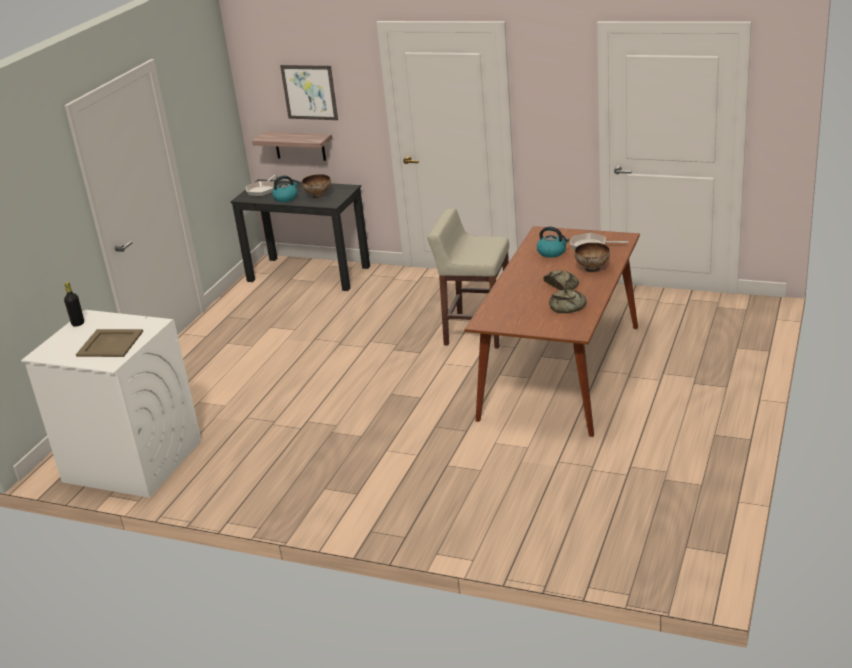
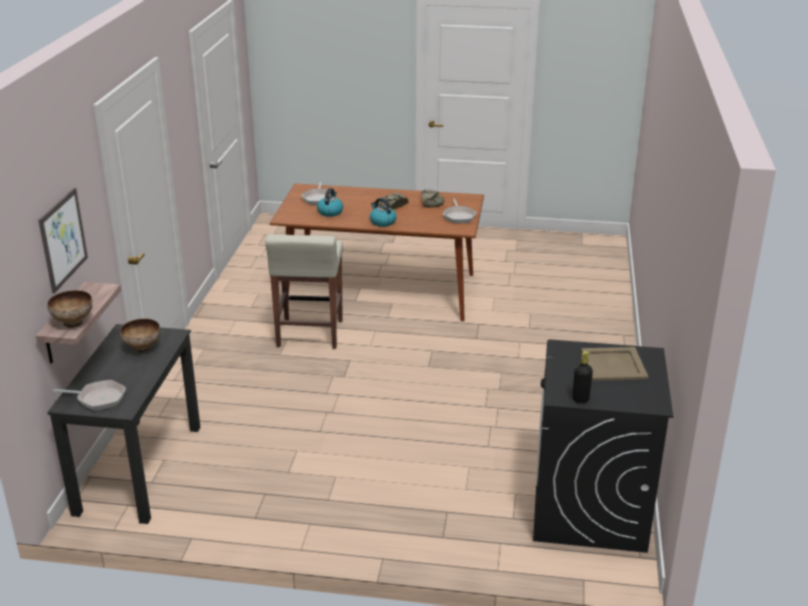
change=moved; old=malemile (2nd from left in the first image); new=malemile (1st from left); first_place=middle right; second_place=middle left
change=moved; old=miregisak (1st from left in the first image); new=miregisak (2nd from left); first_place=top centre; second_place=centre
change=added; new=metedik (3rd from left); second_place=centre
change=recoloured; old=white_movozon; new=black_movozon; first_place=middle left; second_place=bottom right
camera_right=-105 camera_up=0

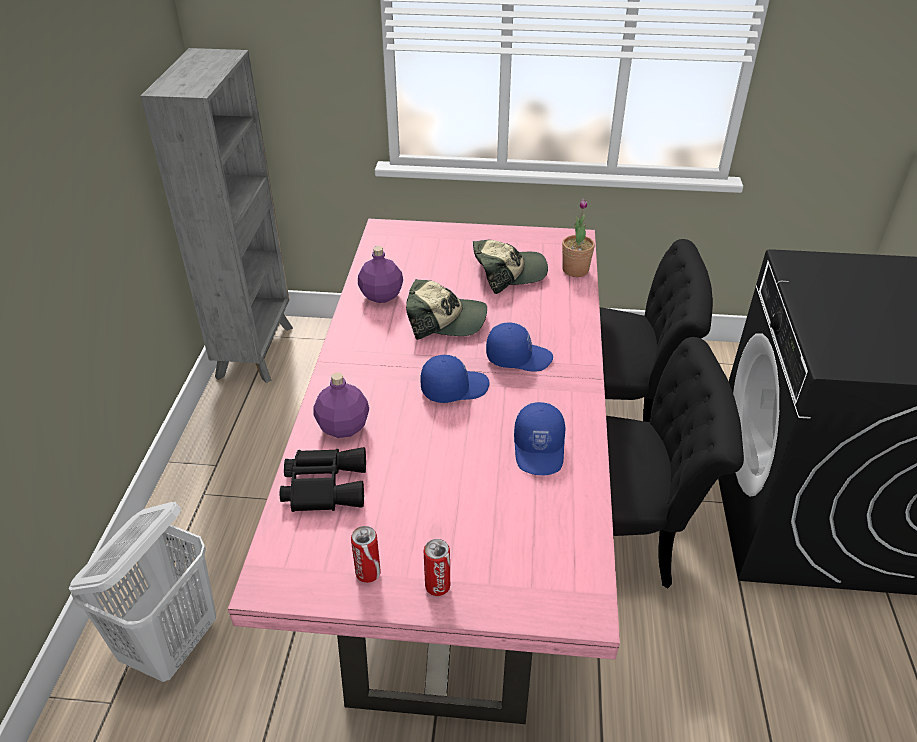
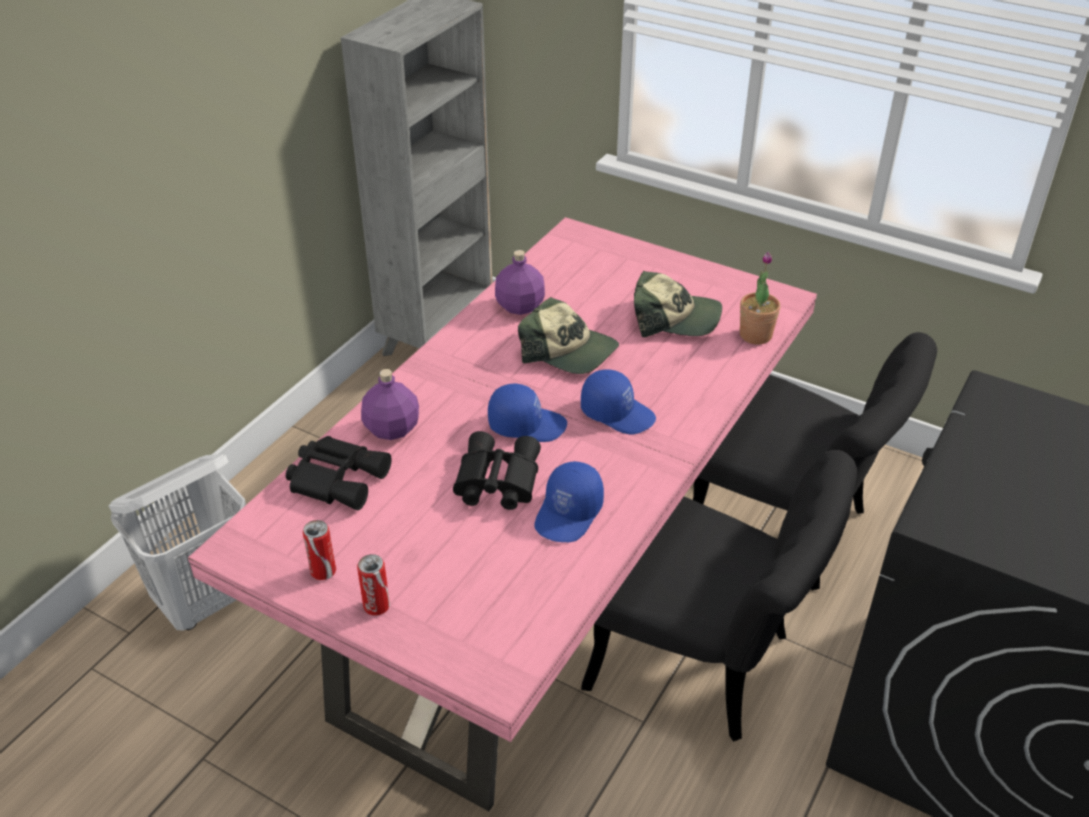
change=added; new=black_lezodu (2nd from left); second_place=centre
camera_right=25 camera_up=0

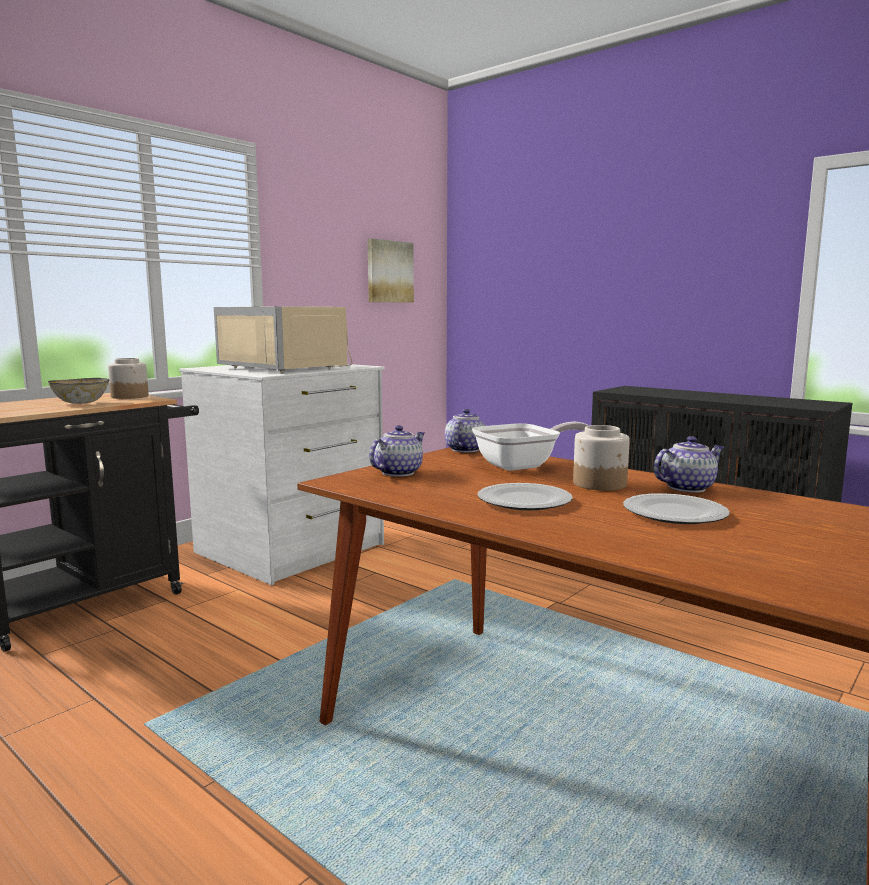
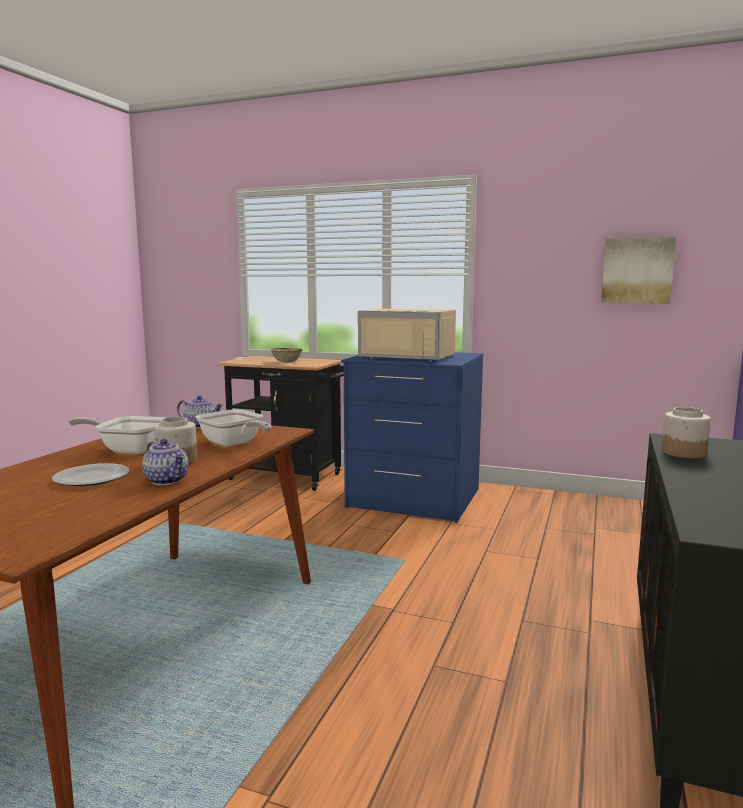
change=replaced; old=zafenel (1st from left); new=metedik (1st from left); first_place=centre; second_place=middle left
change=recoloured; old=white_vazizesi; new=blue_vazizesi; first_place=middle left; second_place=centre
change=turned; old=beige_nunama; first_place=middle left; second_place=centre; degrees=-90
change=moved; old=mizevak (1st from left in the first image); new=mizevak (2nd from left); first_place=middle left; second_place=middle right
change=removed; old=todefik (2nd from left); first_place=centre
camera_right=70 camera_up=0

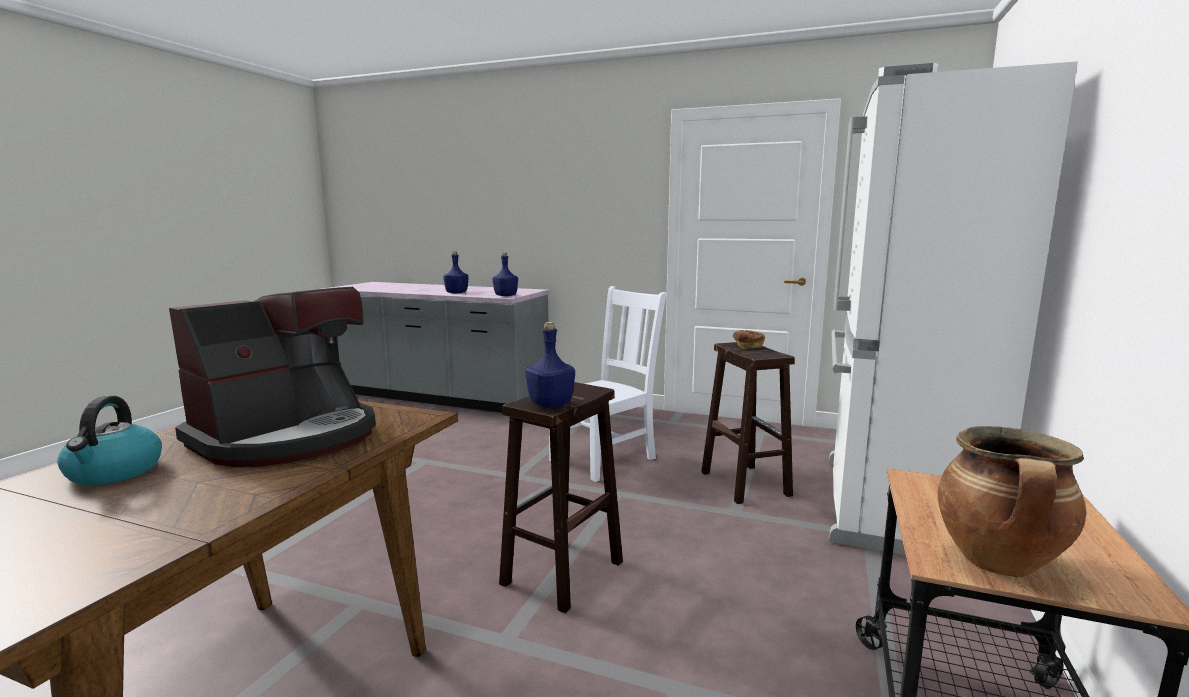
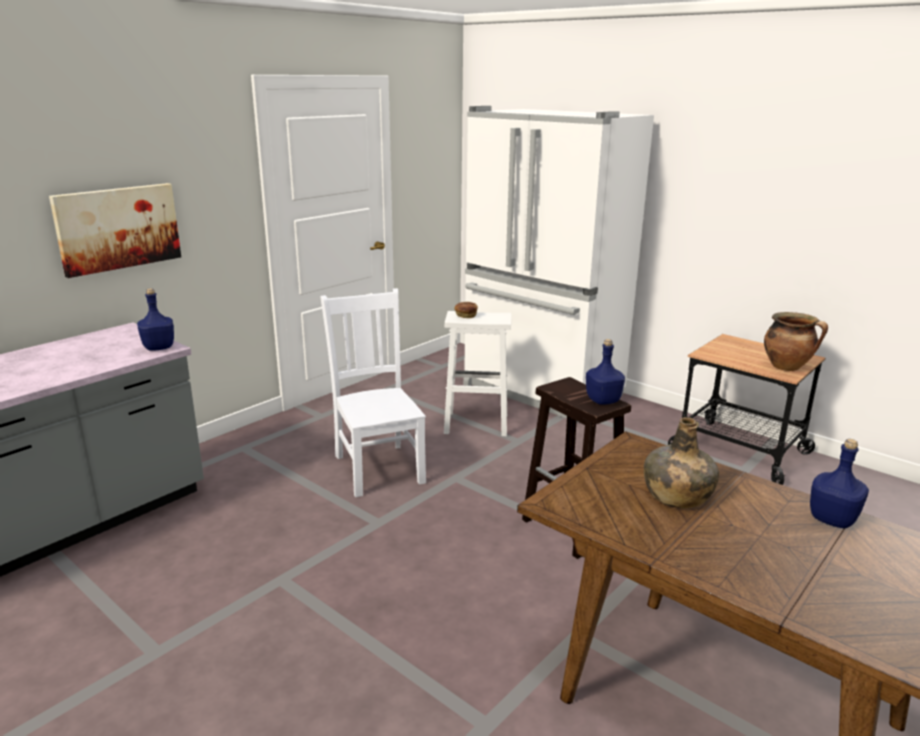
change=added; new=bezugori; second_place=top left
change=recoloured; old=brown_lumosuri (2nd from left); new=white_lumosuri; first_place=centre; second_place=centre
change=replaced; old=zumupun; new=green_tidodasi; first_place=middle left; second_place=middle right
change=moved; old=blue_tidodasi (1st from left in the first image); new=blue_tidodasi (3rd from left); first_place=centre; second_place=middle right
change=removed; old=miregisak; first_place=middle left
camera_right=-70 camera_up=10

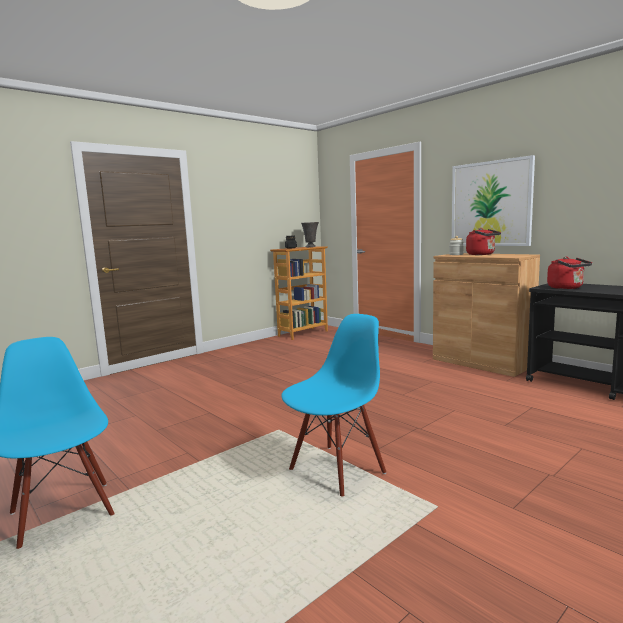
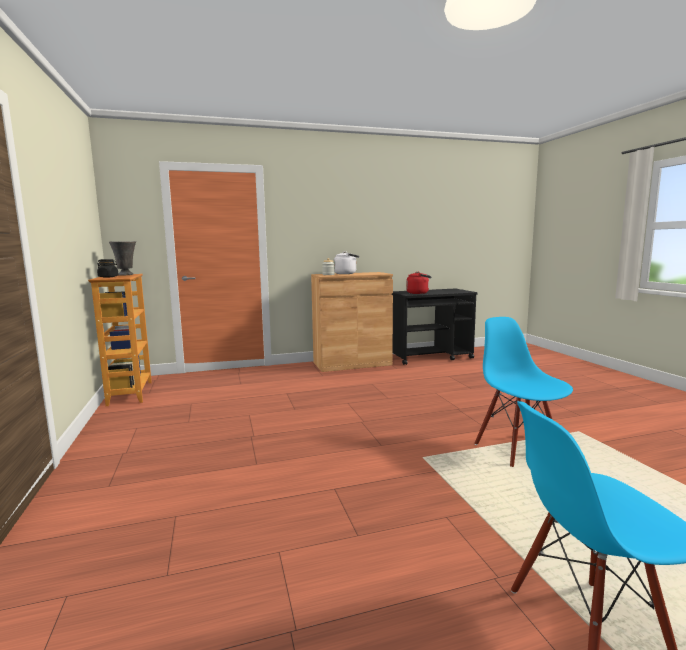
change=recoloured; old=red_miregisak (1st from left); new=white_miregisak; first_place=middle right; second_place=centre
change=removed; old=bezugori; first_place=top right
camera_right=-65 camera_up=0

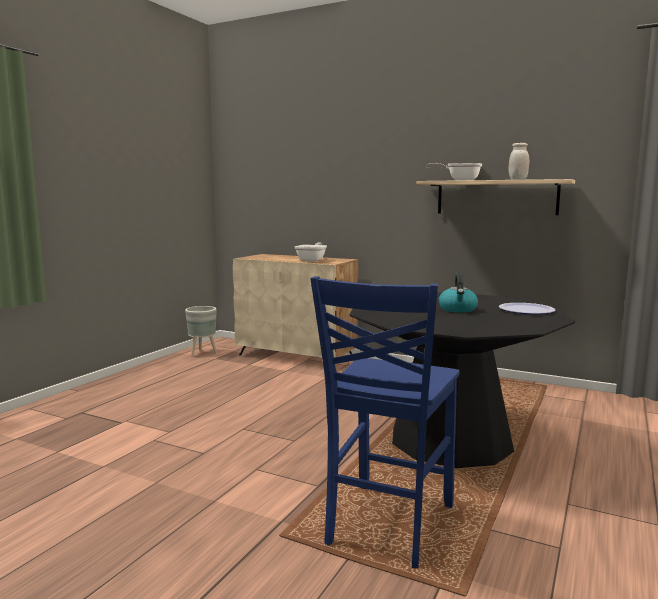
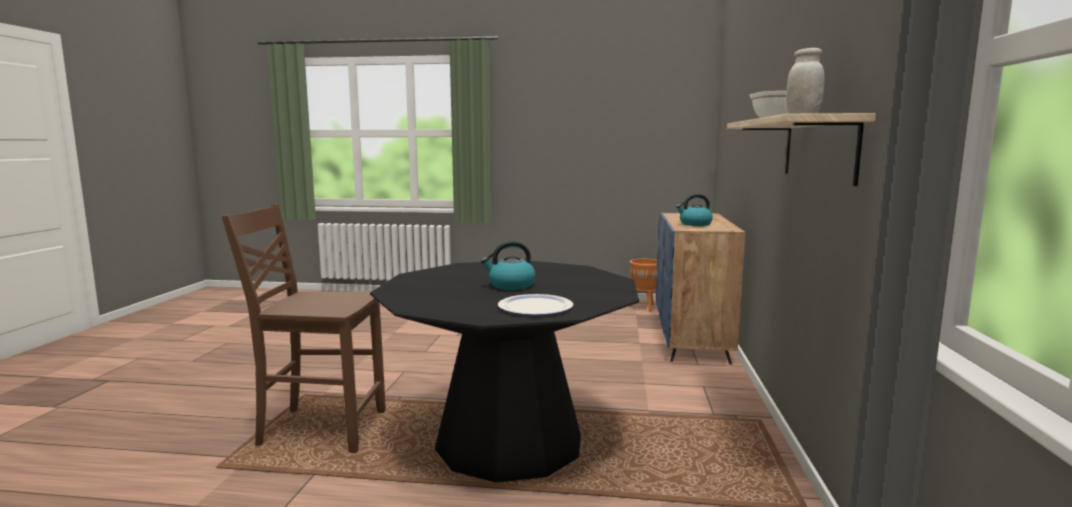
change=recoloured; old=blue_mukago; new=brown_mukago; first_place=bottom centre; second_place=middle left
change=recoloured; old=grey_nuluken; new=orange_nuluken; first_place=middle left; second_place=centre
change=recoloured; old=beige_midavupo; new=blue_midavupo; first_place=centre; second_place=centre
change=replaced; old=metedik (1st from left); new=miregisak (2nd from left); first_place=centre; second_place=centre
camera_right=70 camera_up=0

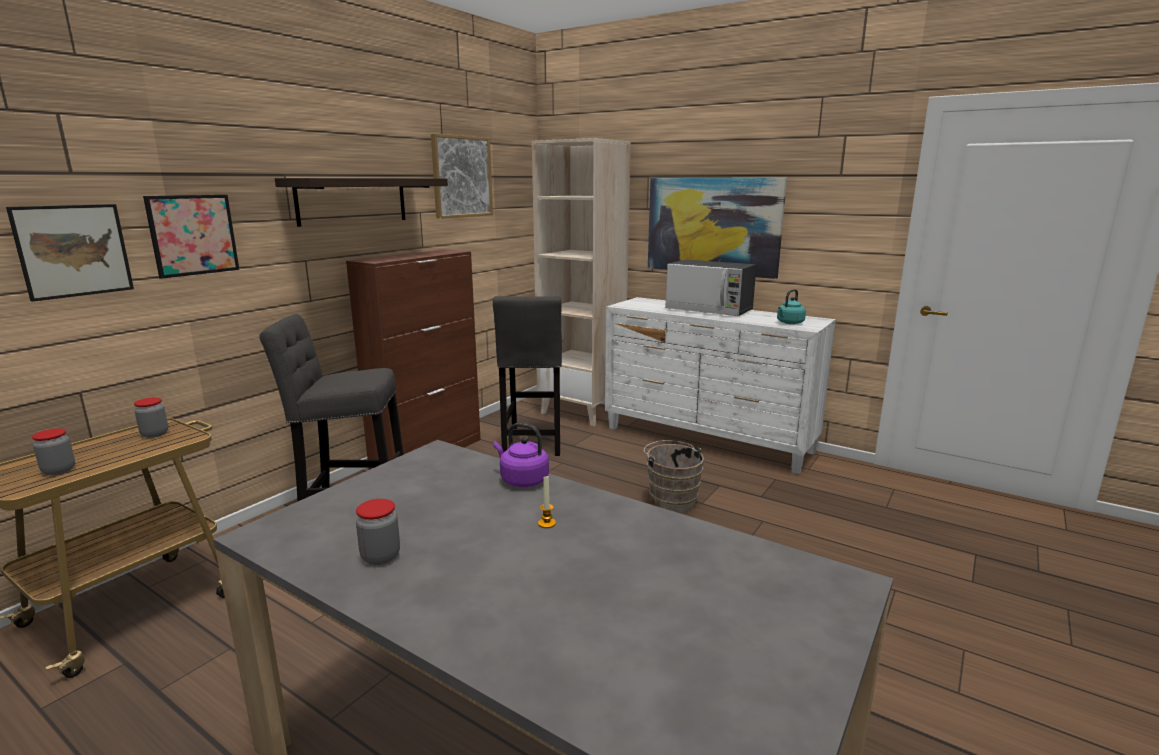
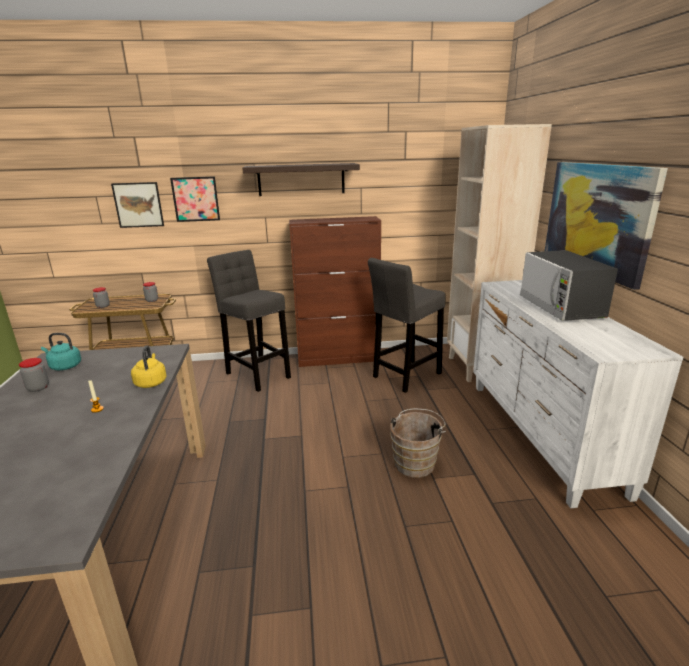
change=moved; old=turquoise_miregisak; first_place=middle right; second_place=middle left
change=recoloured; old=purple_miregisak; new=yellow_miregisak; first_place=centre; second_place=middle left
change=removed; old=bezugori (3rd from left); first_place=top centre
camera_right=50 camera_up=5

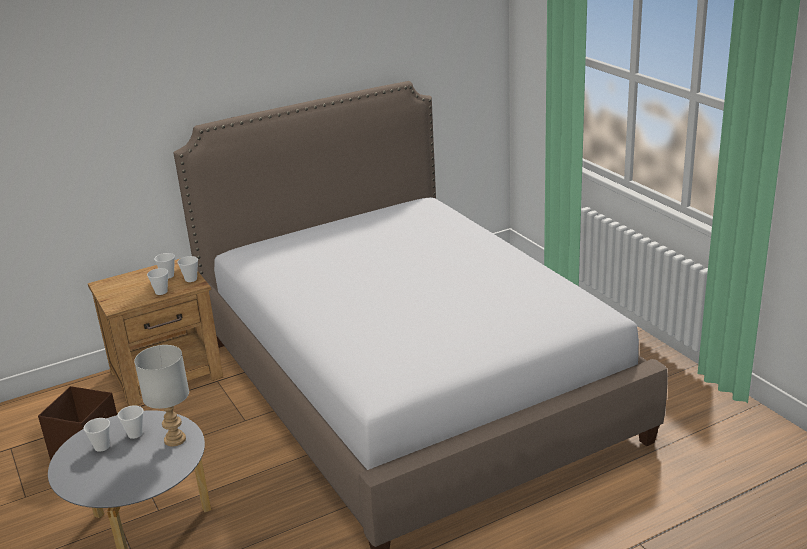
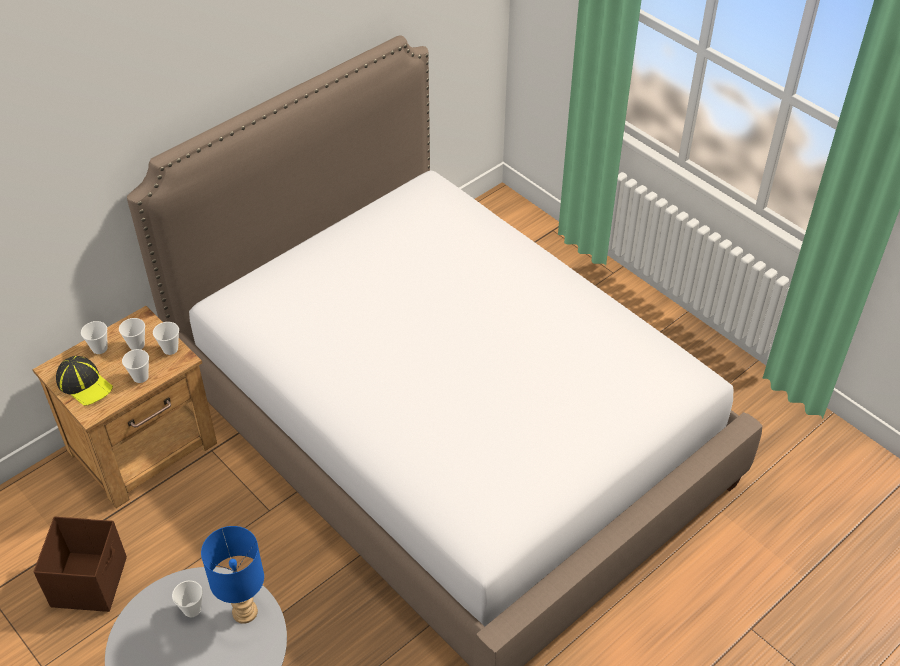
change=added; new=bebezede; second_place=middle left
change=moved; old=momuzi (1st from left); first_place=bottom left; second_place=middle left
change=recoloured; old=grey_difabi; new=blue_difabi; first_place=bottom left; second_place=bottom left
camera_right=-15 camera_up=20

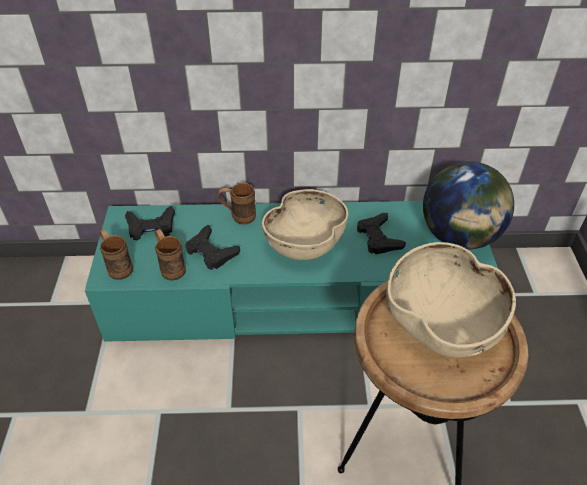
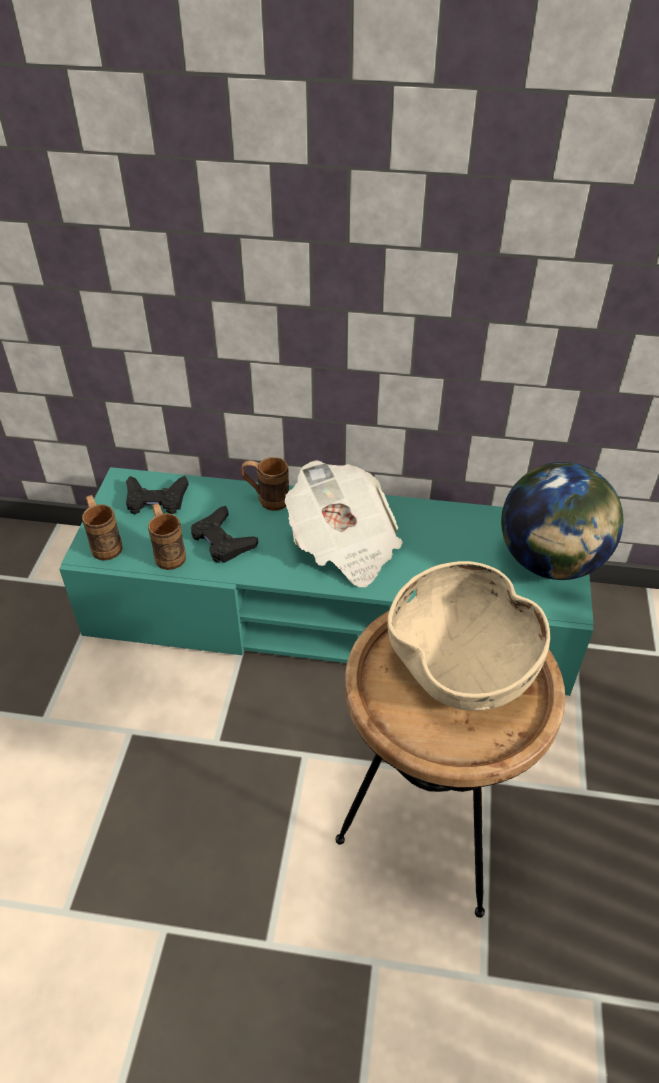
change=replaced; old=beige_malemile (1st from left); new=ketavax; first_place=centre; second_place=centre
change=removed; old=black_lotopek (3rd from left); first_place=centre
camera_right=10 camera_up=0

